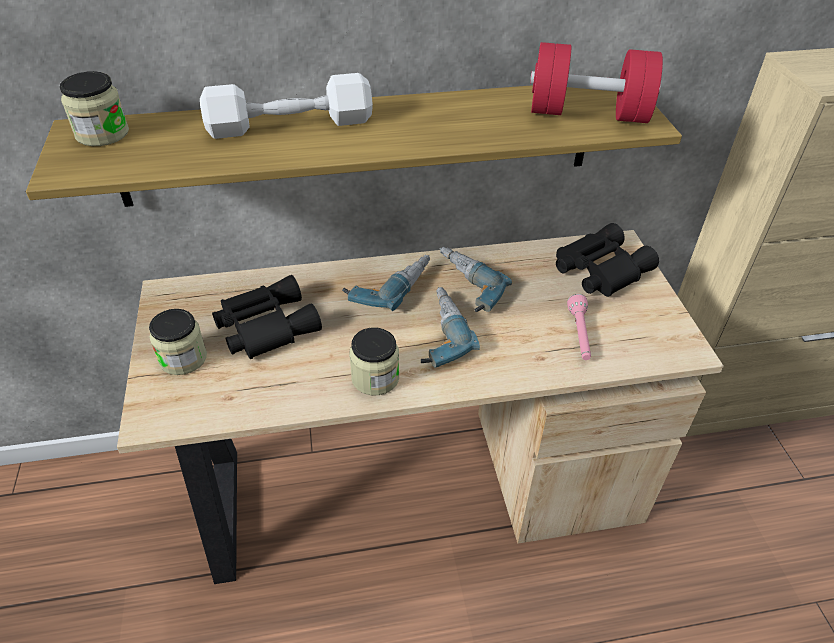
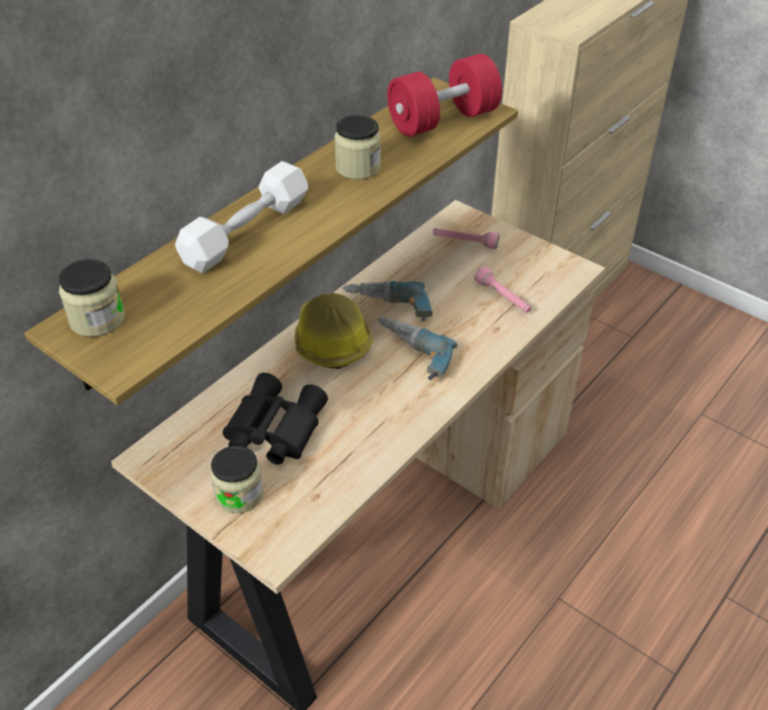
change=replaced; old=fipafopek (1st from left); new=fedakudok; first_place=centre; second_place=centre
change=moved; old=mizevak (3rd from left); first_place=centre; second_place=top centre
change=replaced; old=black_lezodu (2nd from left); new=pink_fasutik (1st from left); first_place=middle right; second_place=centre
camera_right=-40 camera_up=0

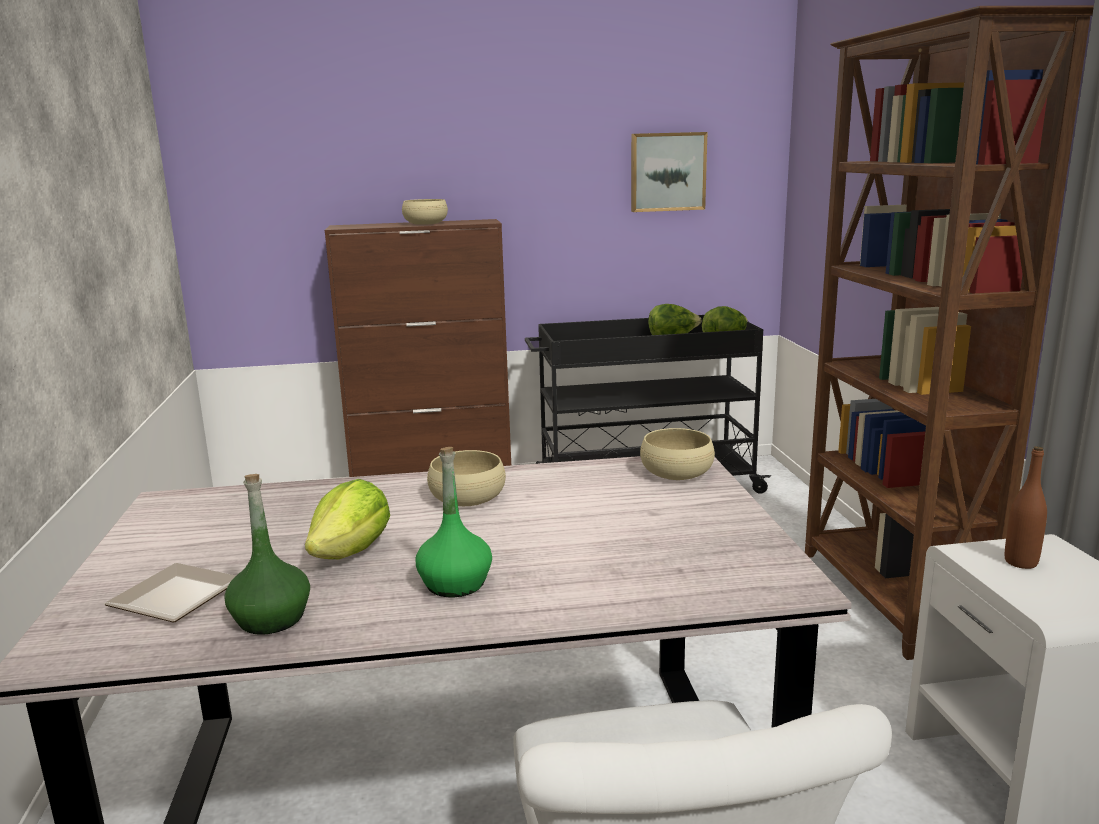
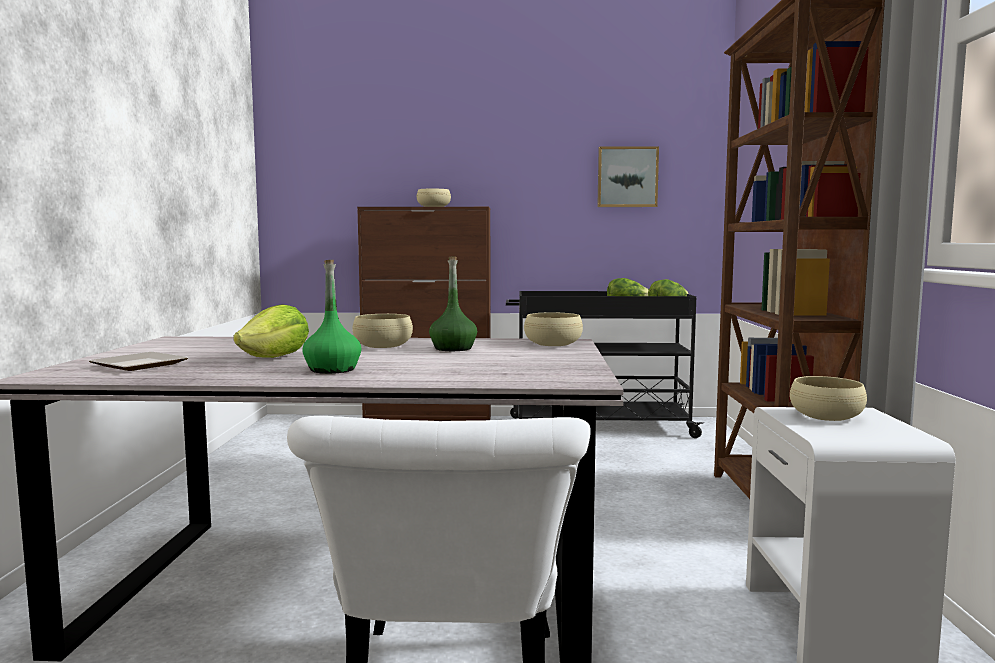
change=moved; old=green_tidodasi (1st from left in the first image); new=green_tidodasi (2nd from left); first_place=bottom left; second_place=centre
change=replaced; old=brown_tidodasi; new=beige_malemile (4th from left); first_place=middle right; second_place=middle right
camera_right=10 camera_up=-10

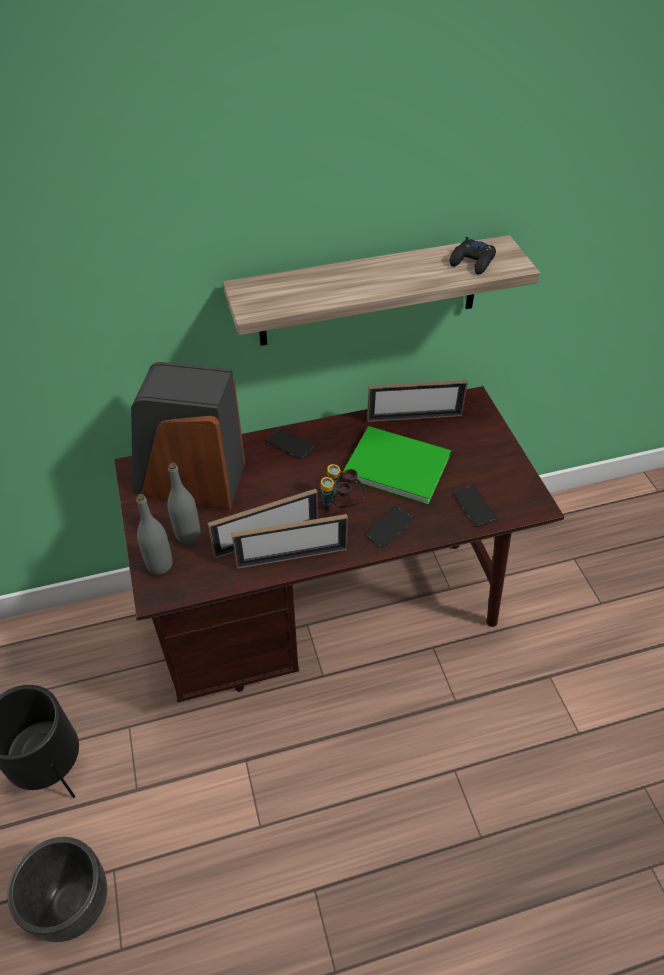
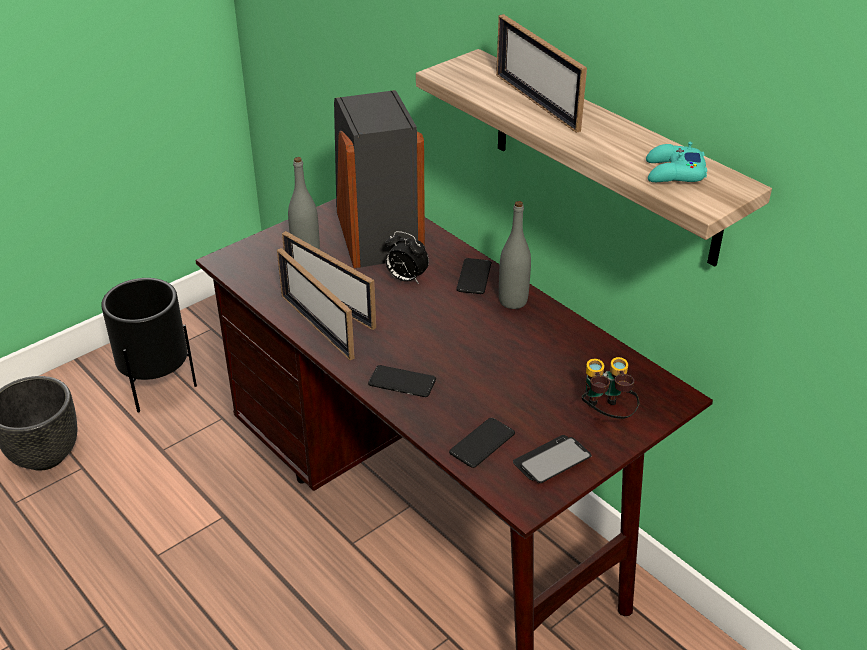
change=added; new=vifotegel; second_place=centre
change=moved; old=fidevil (3rd from left); first_place=centre; second_place=top centre
change=moved; old=grey_tidodasi (1st from left in the first image); new=grey_tidodasi (2nd from left); first_place=middle left; second_place=centre
change=added; new=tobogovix (4th from left); second_place=bottom centre
change=moved; old=lezodu; first_place=centre; second_place=middle right
change=recoloured; old=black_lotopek; new=turquoise_lotopek; first_place=top right; second_place=top right
change=removed; old=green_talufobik; first_place=centre
camera_right=65 camera_up=-10

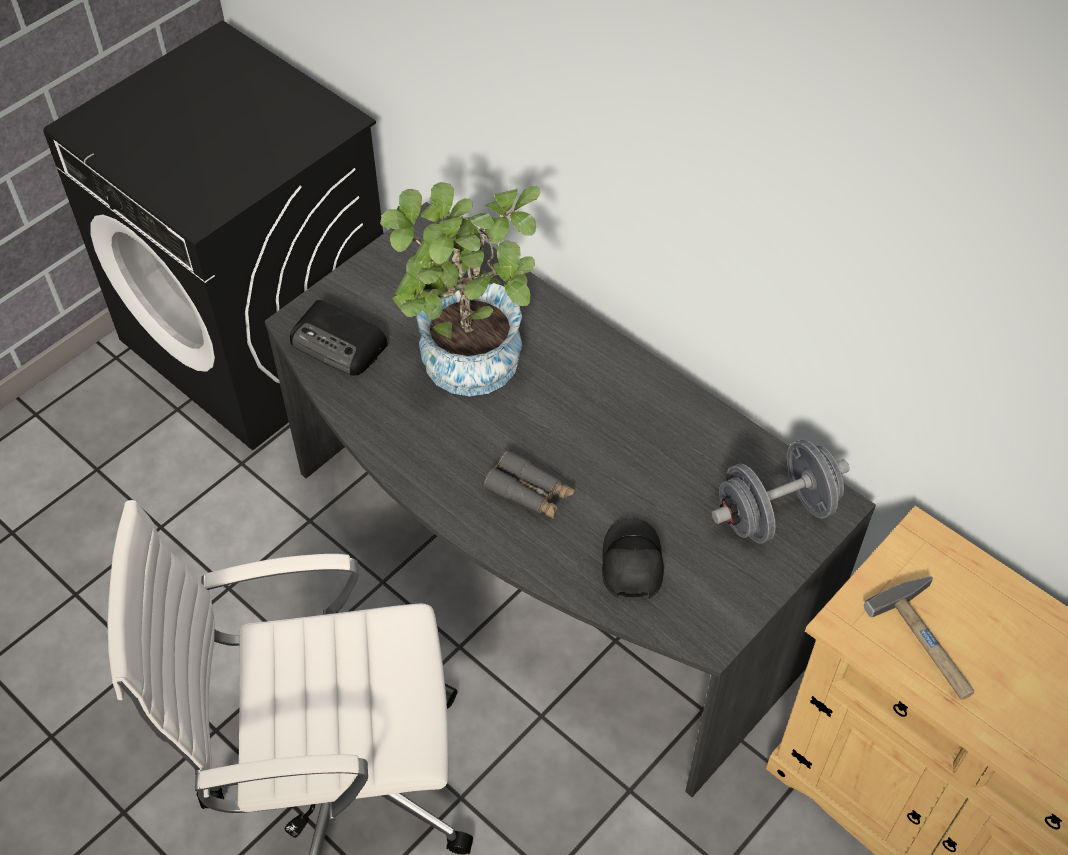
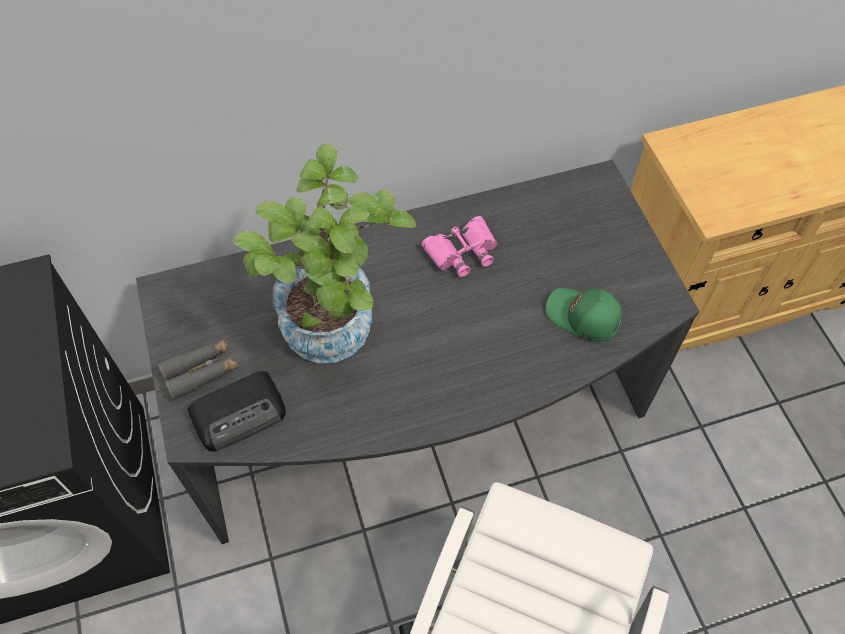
change=moved; old=grey_lezodu; first_place=centre; second_place=middle left
change=added; new=pink_lezodu; second_place=centre
change=recoloured; old=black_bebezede; new=green_bebezede; first_place=centre; second_place=middle right
change=removed; old=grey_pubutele; first_place=middle right
change=removed; old=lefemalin; first_place=bottom right
camera_right=-60 camera_up=5

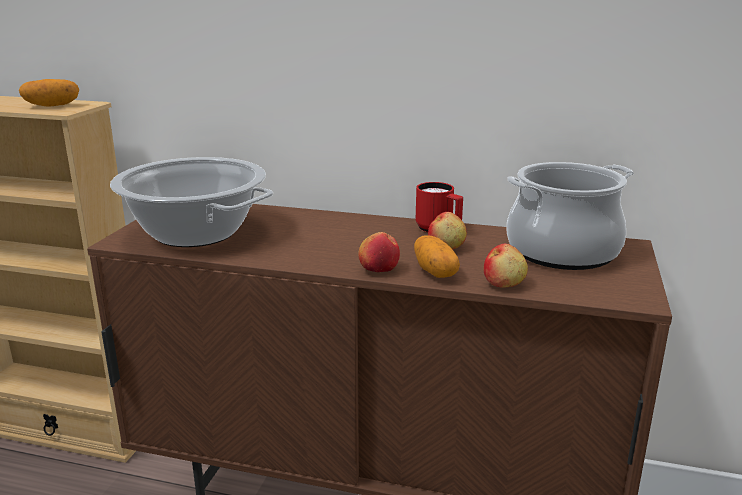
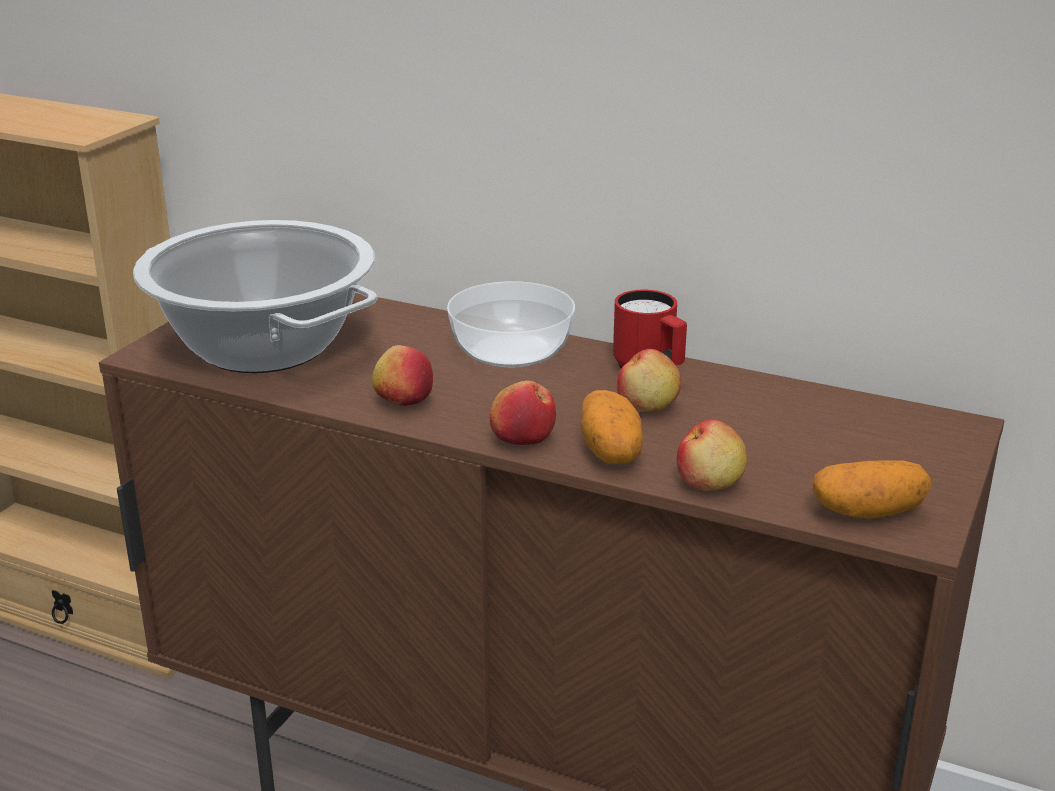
change=added; new=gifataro (1st from left); second_place=centre
change=added; new=malemile; second_place=centre
change=moved; old=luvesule (1st from left in the first image); new=luvesule (2nd from left); first_place=top left; second_place=middle right
change=removed; old=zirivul (2nd from left); first_place=middle right
camera_right=10 camera_up=5

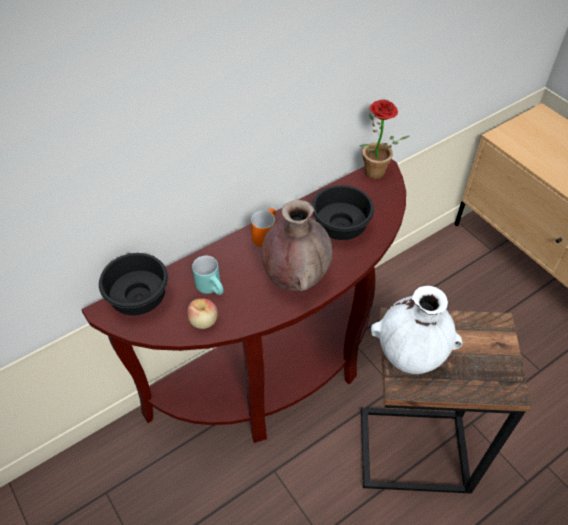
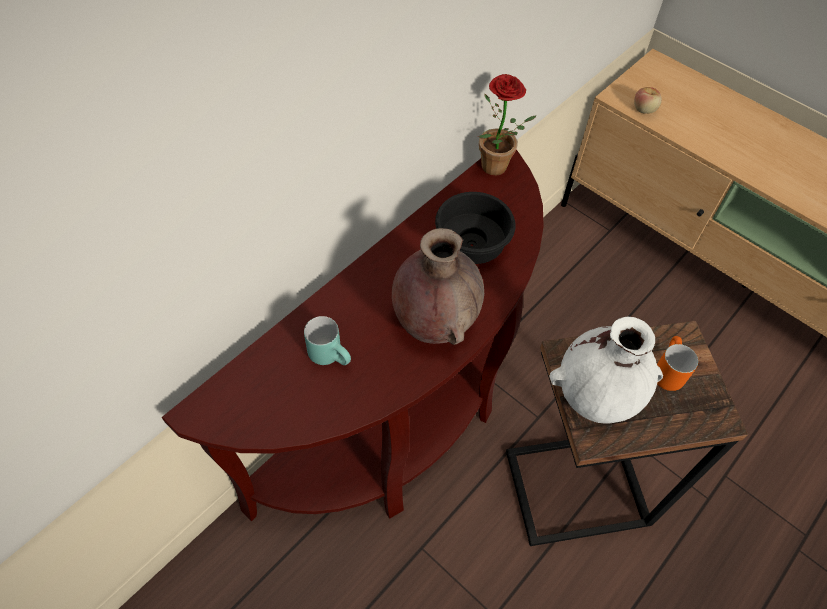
change=moved; old=gifataro; first_place=centre; second_place=top right
change=moved; old=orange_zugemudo; first_place=centre; second_place=middle right
change=removed; old=black_malemile (1st from left); first_place=middle left
camera_right=-15 camera_up=5

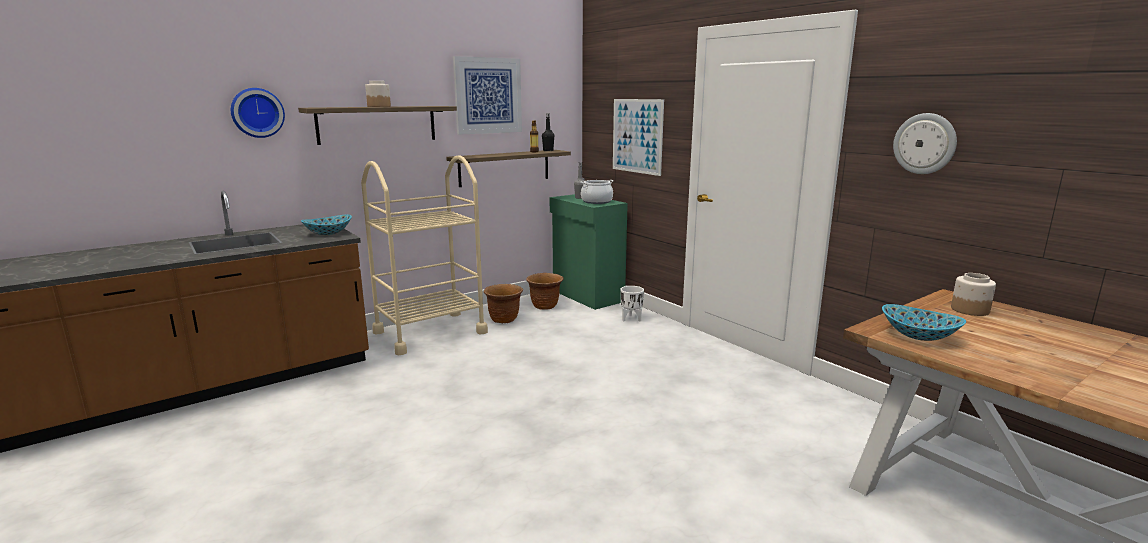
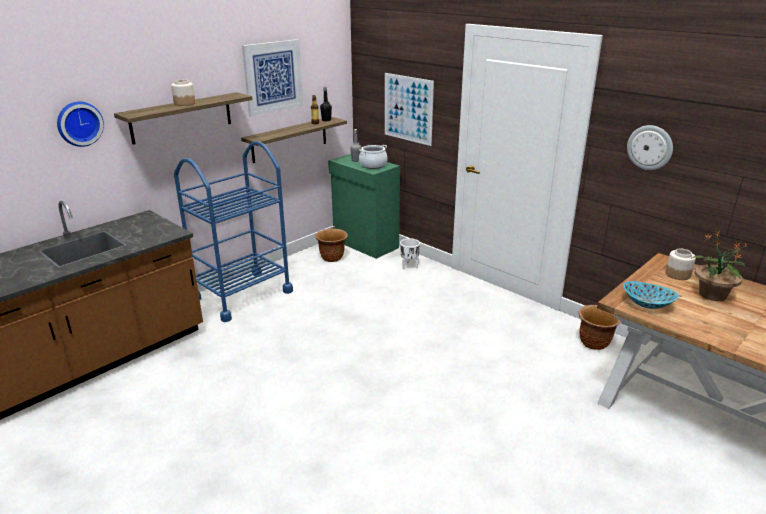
change=recoloured; old=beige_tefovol; new=blue_tefovol; first_place=centre; second_place=middle left
change=moved; old=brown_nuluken (1st from left in the first image); new=brown_nuluken (2nd from left); first_place=centre; second_place=middle right
change=added; new=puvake; second_place=middle right
change=removed; old=malemile (1st from left); first_place=middle left
camera_right=-10 camera_up=10

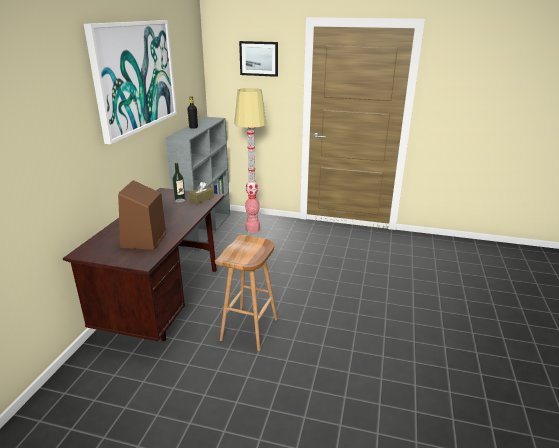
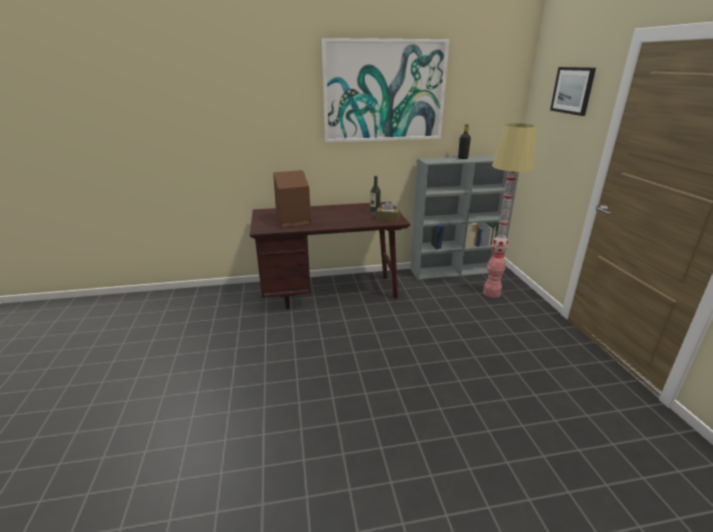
change=removed; old=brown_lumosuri; first_place=centre
camera_right=65 camera_up=0

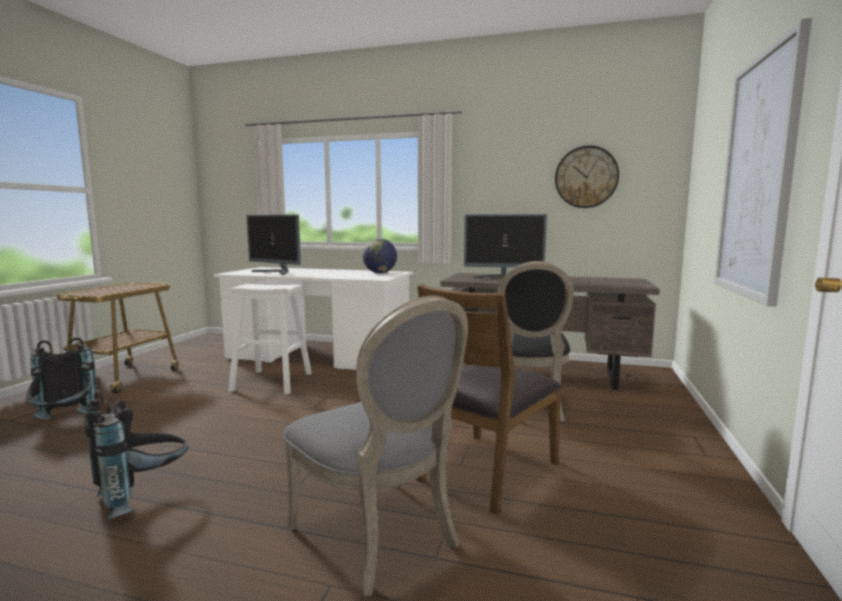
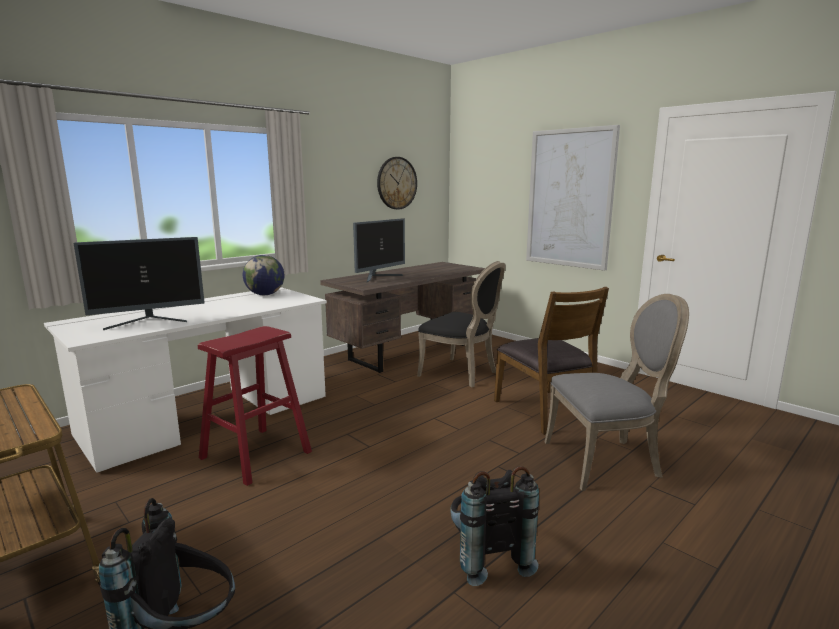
change=recoloured; old=white_lumosuri; new=red_lumosuri; first_place=middle left; second_place=middle left
camera_right=-60 camera_up=5

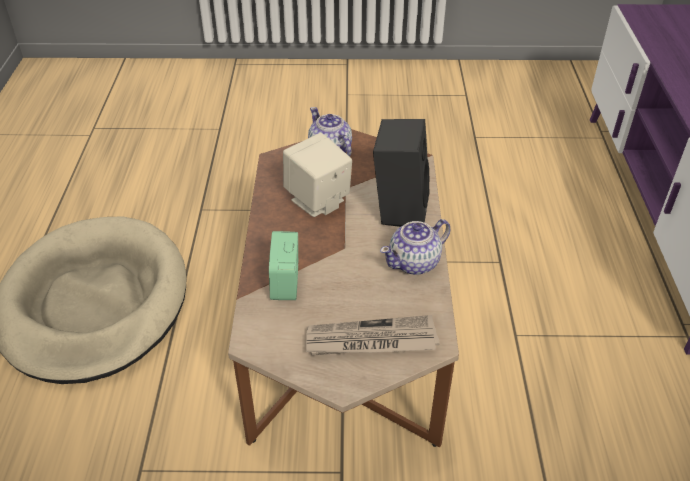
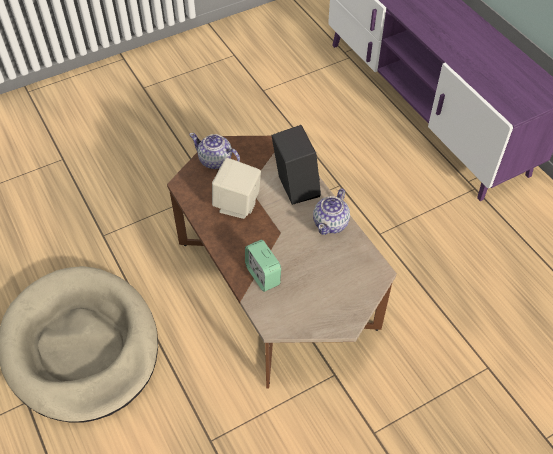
change=removed; old=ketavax; first_place=bottom centre
camera_right=-30 camera_up=10

